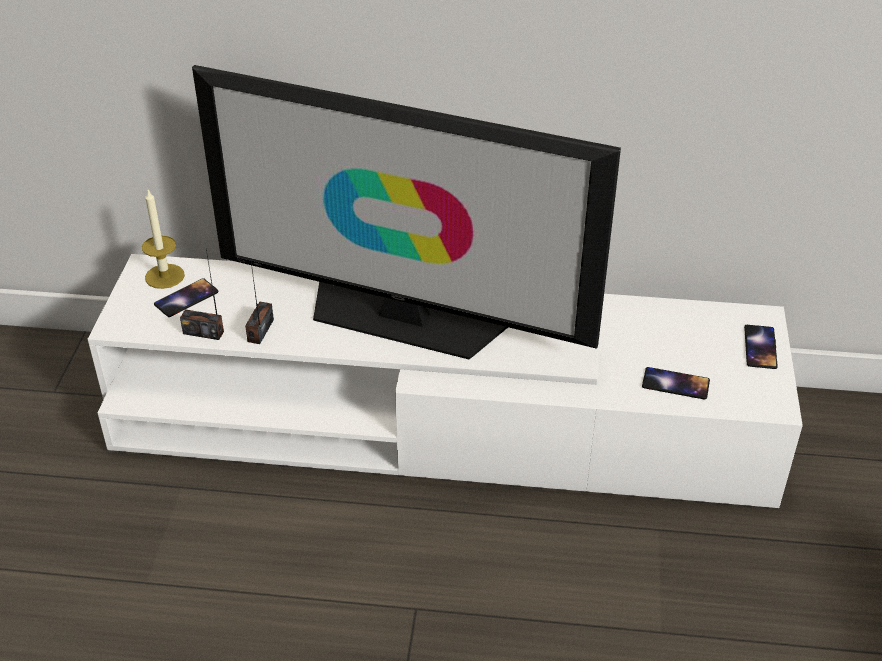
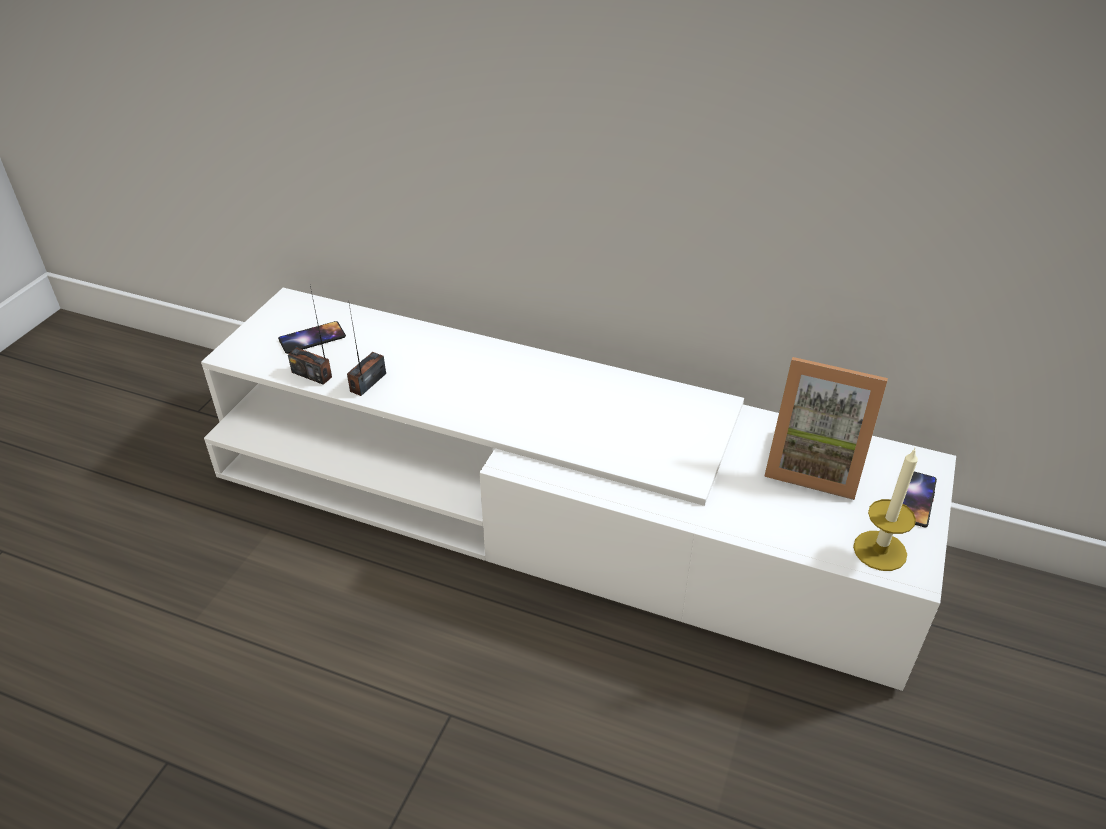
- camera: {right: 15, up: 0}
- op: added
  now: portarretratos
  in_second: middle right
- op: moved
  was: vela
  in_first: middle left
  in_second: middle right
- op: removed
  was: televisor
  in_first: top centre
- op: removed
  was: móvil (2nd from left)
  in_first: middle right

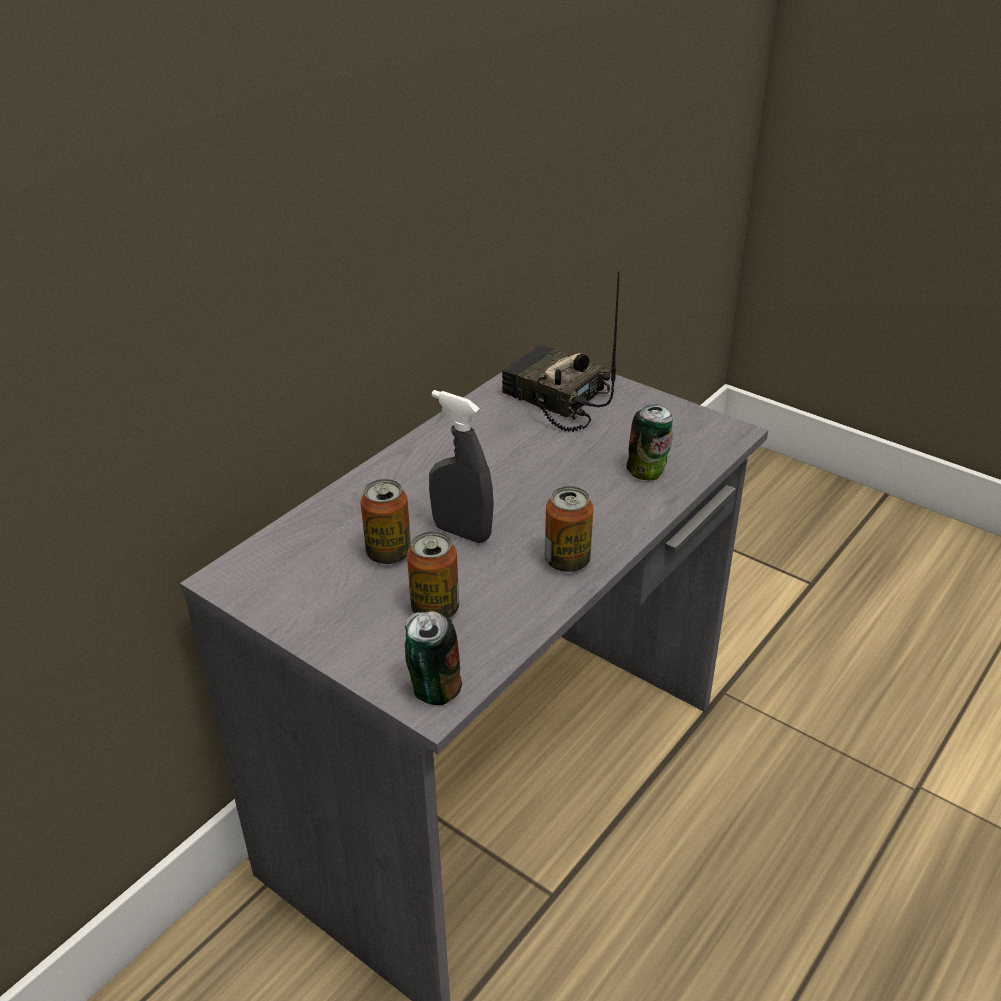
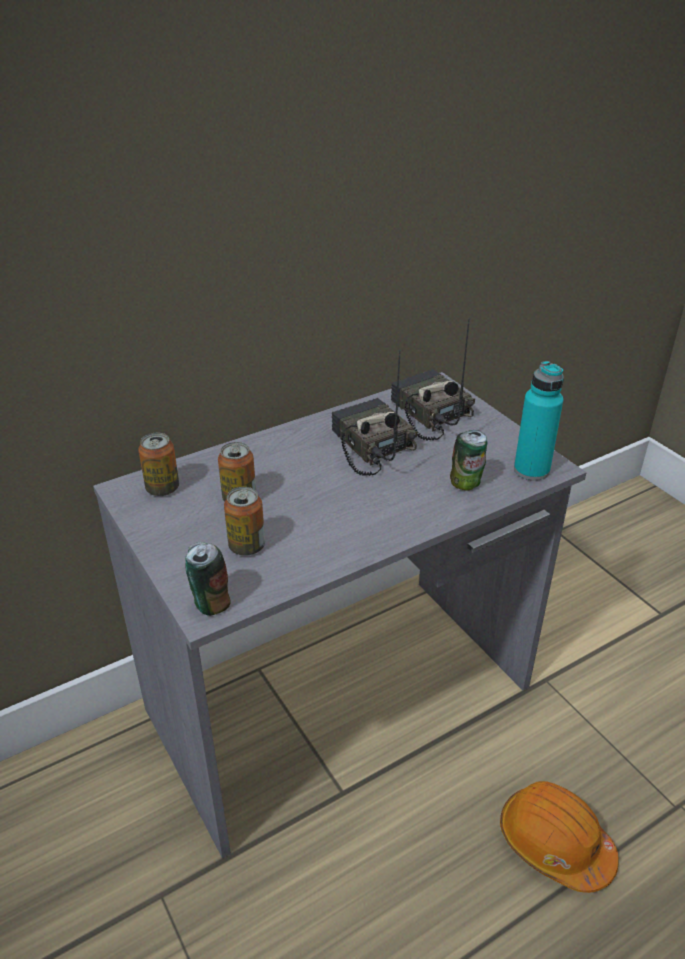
- camera: {right: 20, up: 0}
- op: moved
  was: lata (4th from left in the first image)
  now: lata (1st from left)
  in_first: centre
  in_second: middle left
- op: added
  now: radio (1st from left)
  in_second: centre
- op: added
  now: casco/naranja
  in_second: bottom right
- op: added
  now: botella/turquesa
  in_second: middle right
- op: removed
  was: pulverizador/gris
  in_first: centre

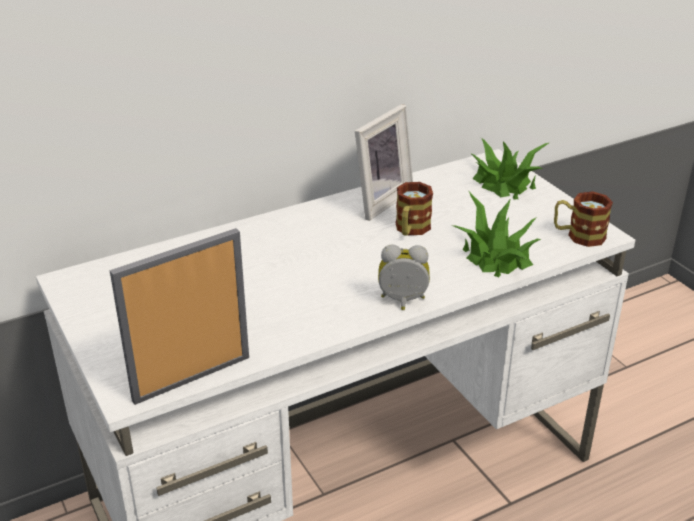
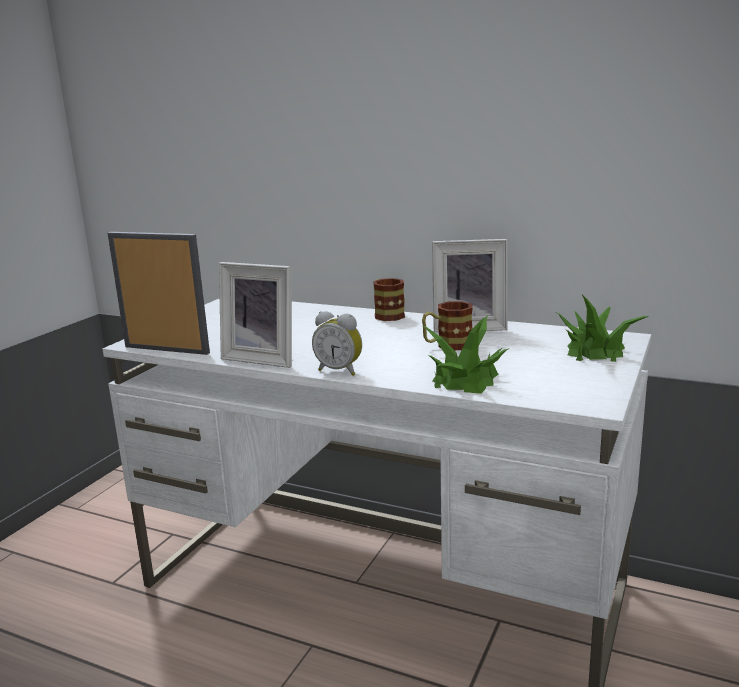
- camera: {right: 55, up: -15}
- op: added
  now: portarretratos (2nd from left)
  in_second: centre
- op: turned
  was: despertador
  in_first: centre
  in_second: centre
  clockwise: 150
- op: moved
  was: taza grande (2nd from left in the first image)
  now: taza grande (1st from left)
  in_first: middle right
  in_second: centre

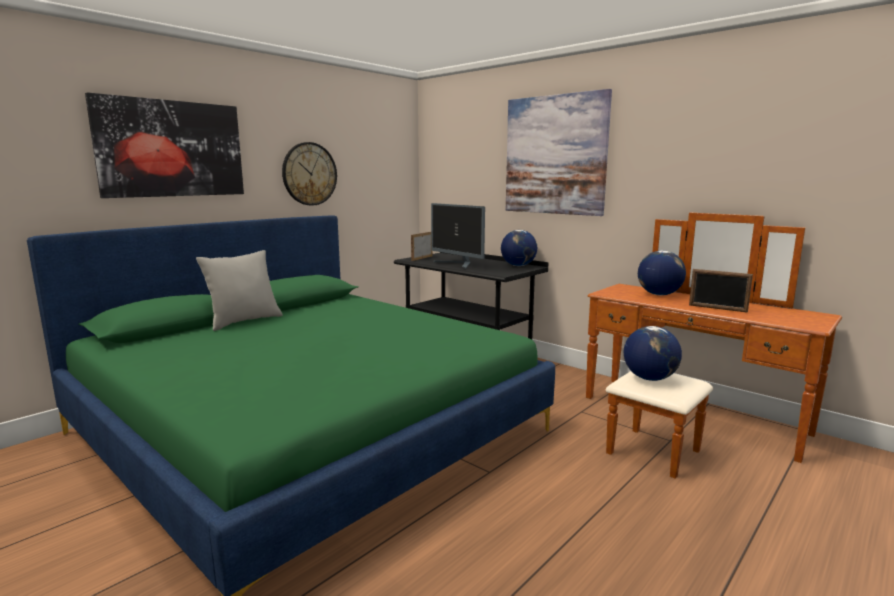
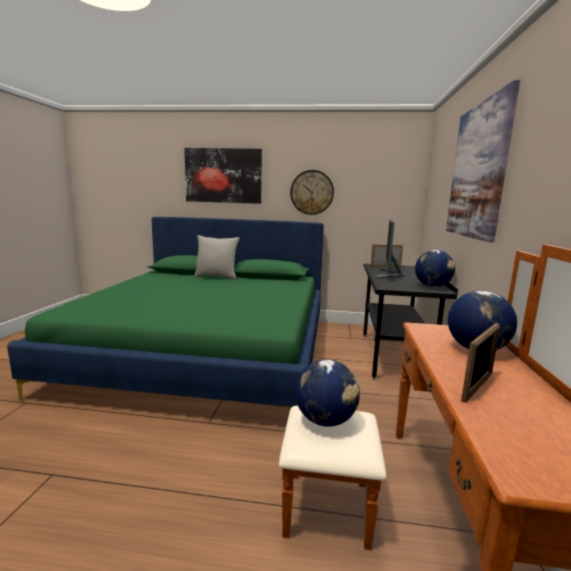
- camera: {right: 55, up: 0}
- op: turned
  was: portarretratos (2nd from left)
  in_first: middle right
  in_second: middle right
  clockwise: -135

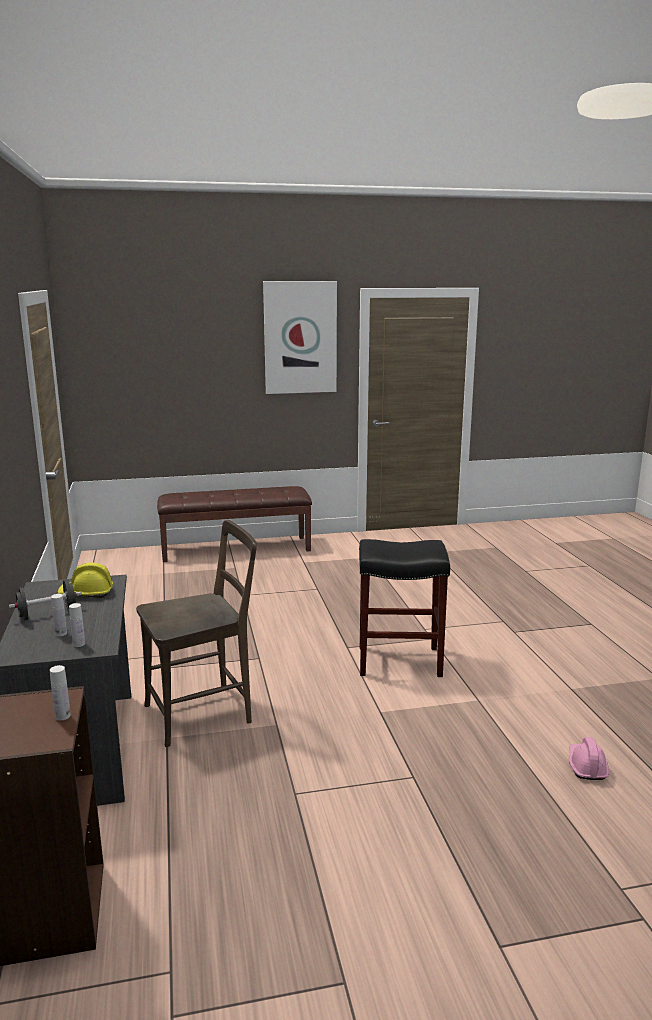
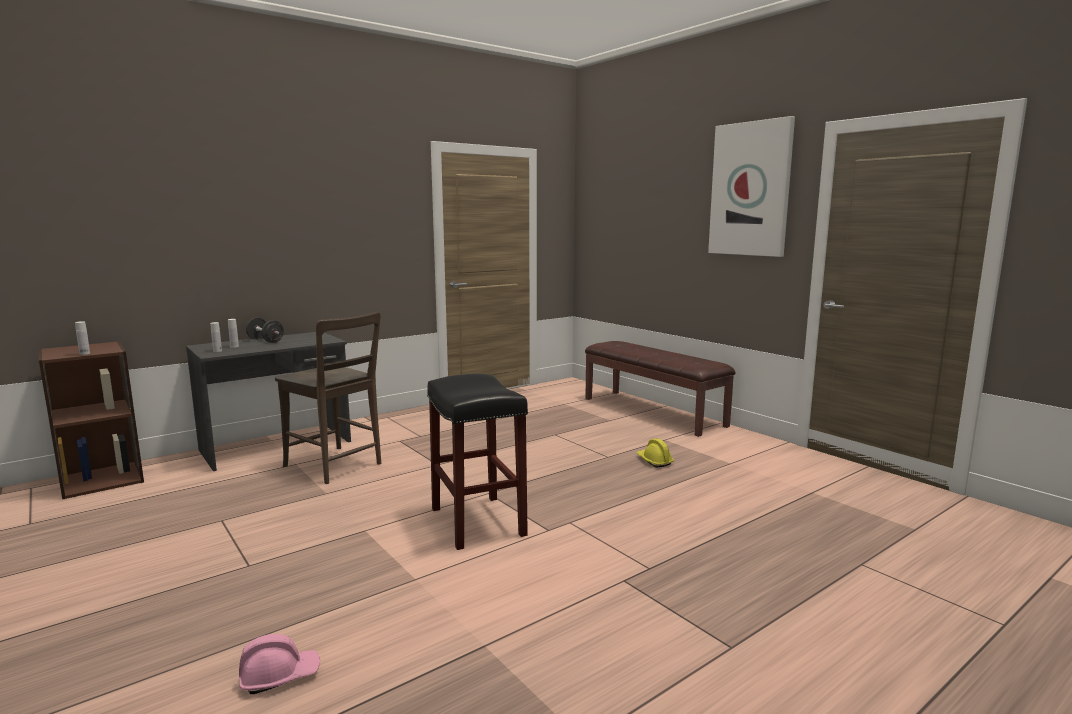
- camera: {right: 65, up: -5}
- op: moved
  was: casco/amarillo
  in_first: middle left
  in_second: centre

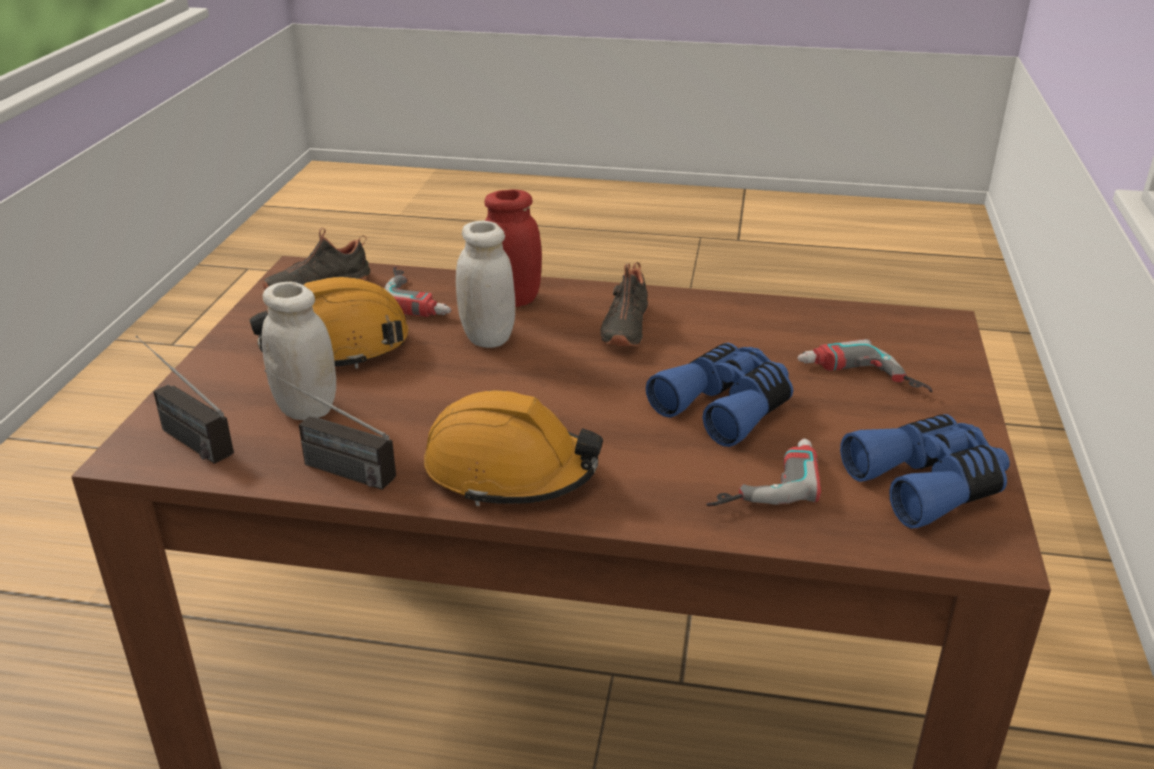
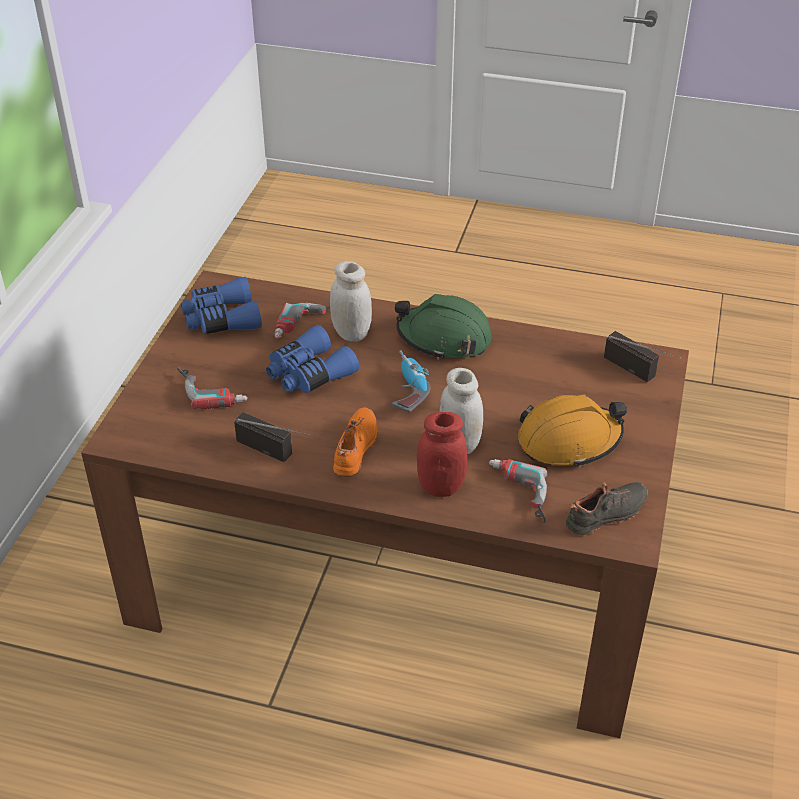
- camera: {right: -175, up: 10}
- op: moved
  was: radio (2nd from left in the first image)
  now: radio (1st from left)
  in_first: middle left
  in_second: centre
- op: moved
  was: tarro/blanco (1st from left)
  in_first: middle left
  in_second: centre
- op: recoloured
  was: zapato/negro (2nd from left)
  now: zapato/naranja
  in_first: centre
  in_second: centre
- op: added
  now: taladro (3rd from left)
  in_second: centre
- op: recoloured
  was: casco/naranja (2nd from left)
  now: casco/verde
  in_first: centre
  in_second: centre

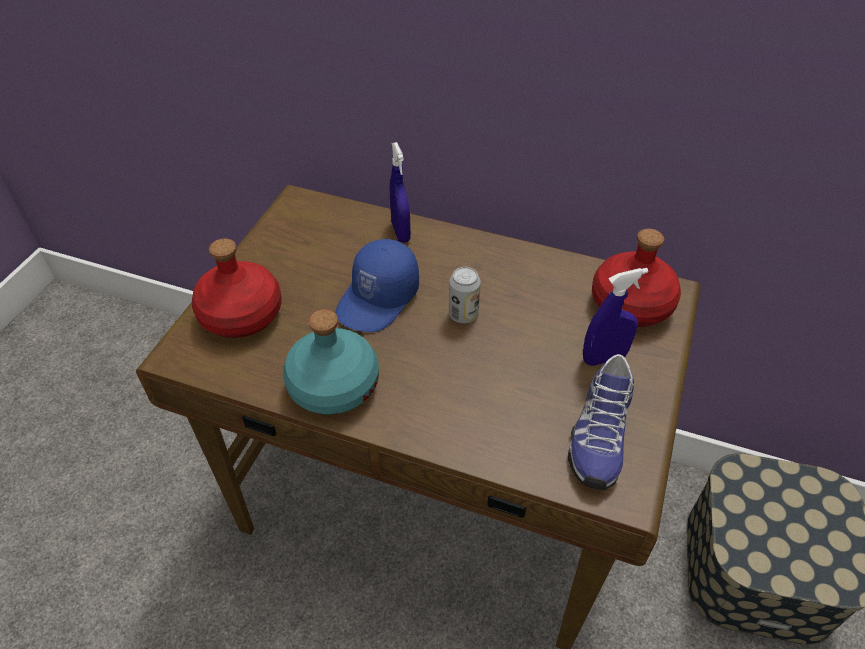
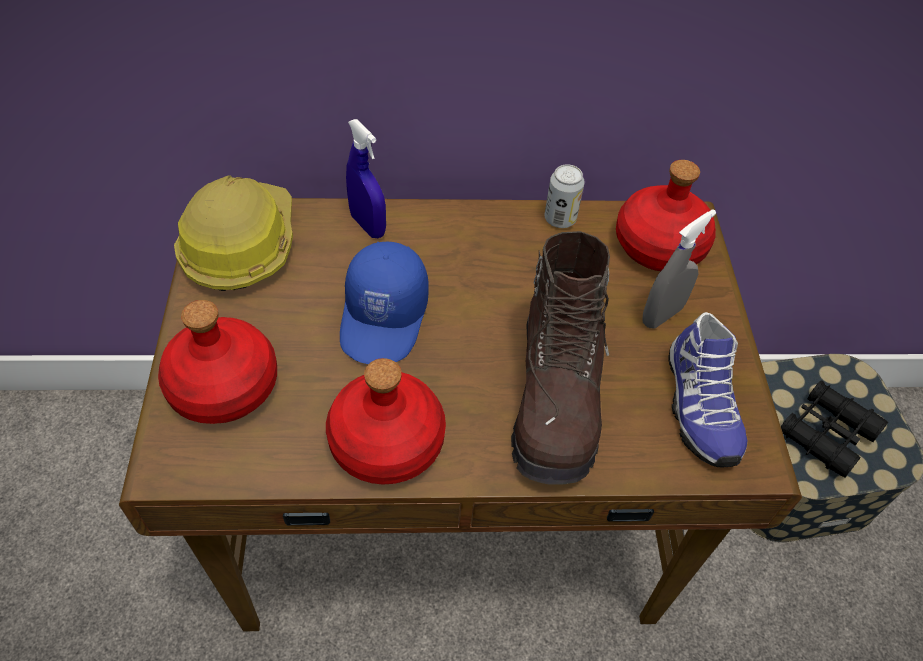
- camera: {right: -25, up: 5}
- op: added
  now: casco
  in_second: middle left
- op: recoloured
  was: botella/turquesa
  now: botella/rojo (2nd from left)
  in_first: centre
  in_second: centre
- op: added
  now: bota/marrón
  in_second: centre
- op: moved
  was: lata
  in_first: centre
  in_second: top centre
- op: recoloured
  was: pulverizador/azul (2nd from left)
  now: pulverizador/gris
  in_first: middle right
  in_second: middle right
- op: added
  now: prismáticos/negro
  in_second: middle right

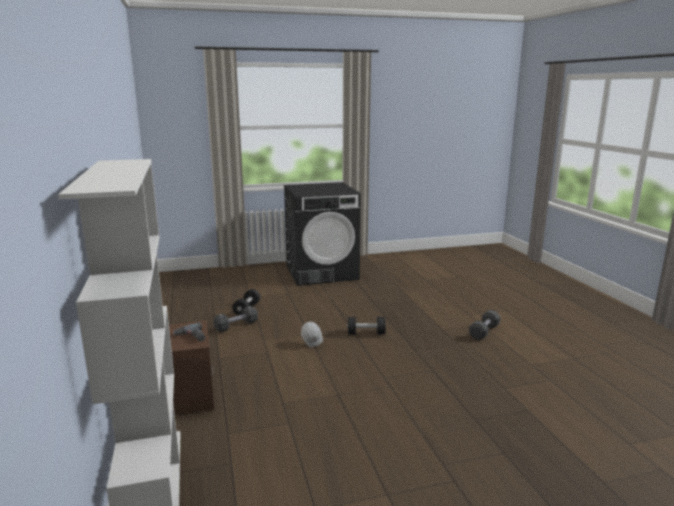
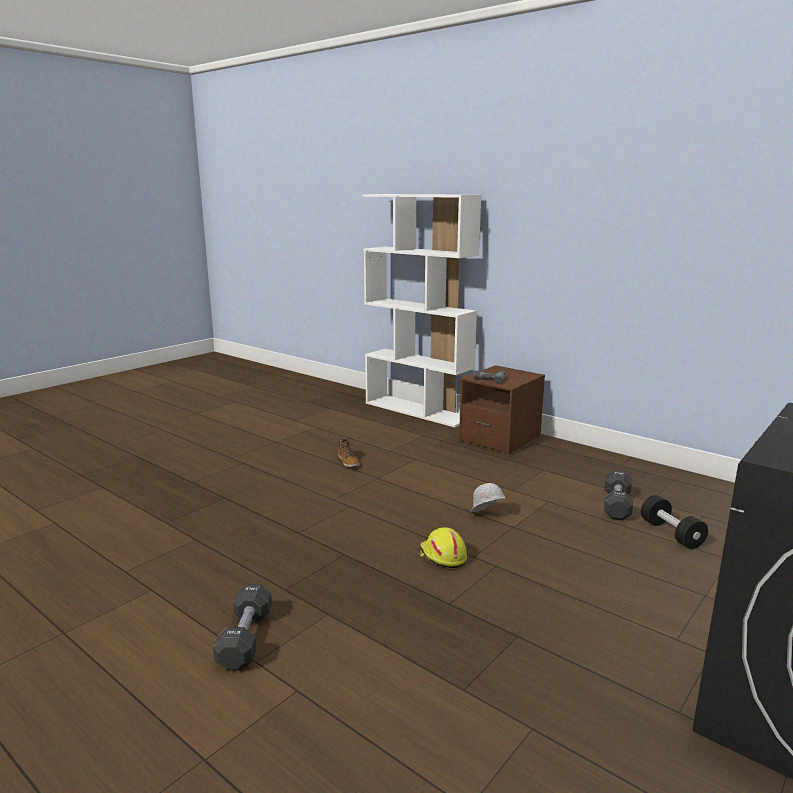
- camera: {right: 145, up: 0}
- op: added
  now: bota
  in_second: centre
- op: replaced
  was: mancuerna/negro (3rd from left)
  now: casco/amarillo
  in_first: centre
  in_second: bottom centre

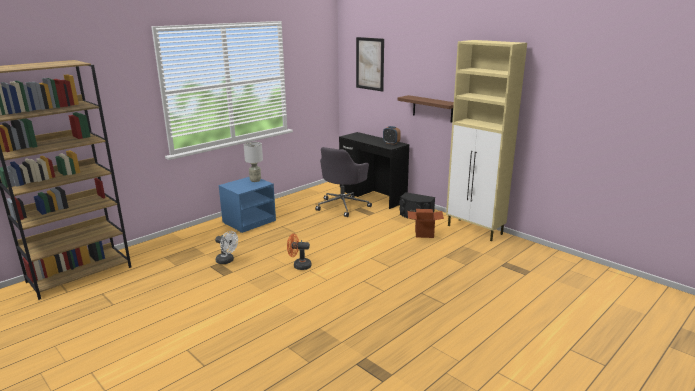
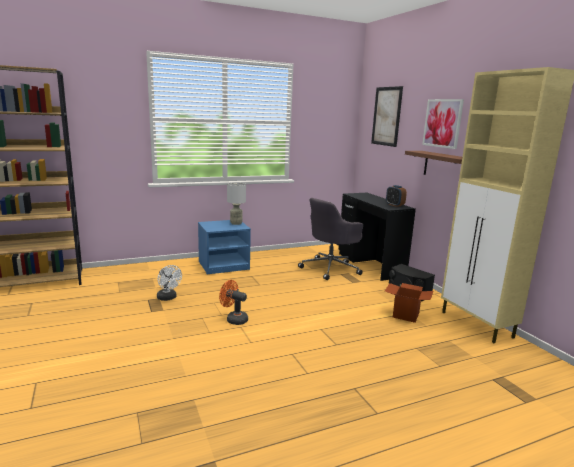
- camera: {right: 20, up: -5}
- op: added
  now: cuadro (2nd from left)
  in_second: top right

